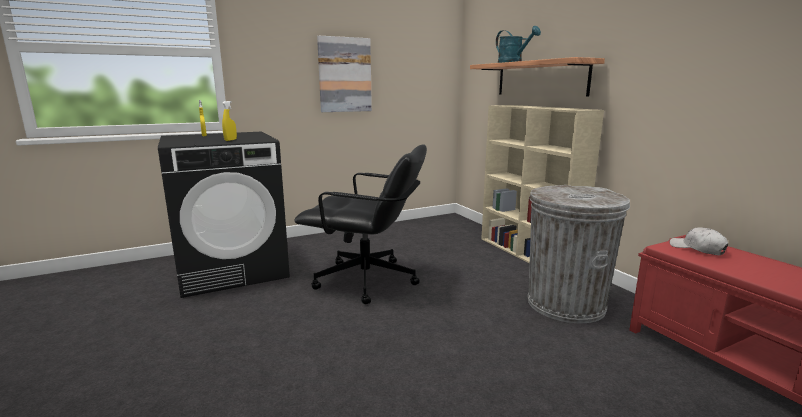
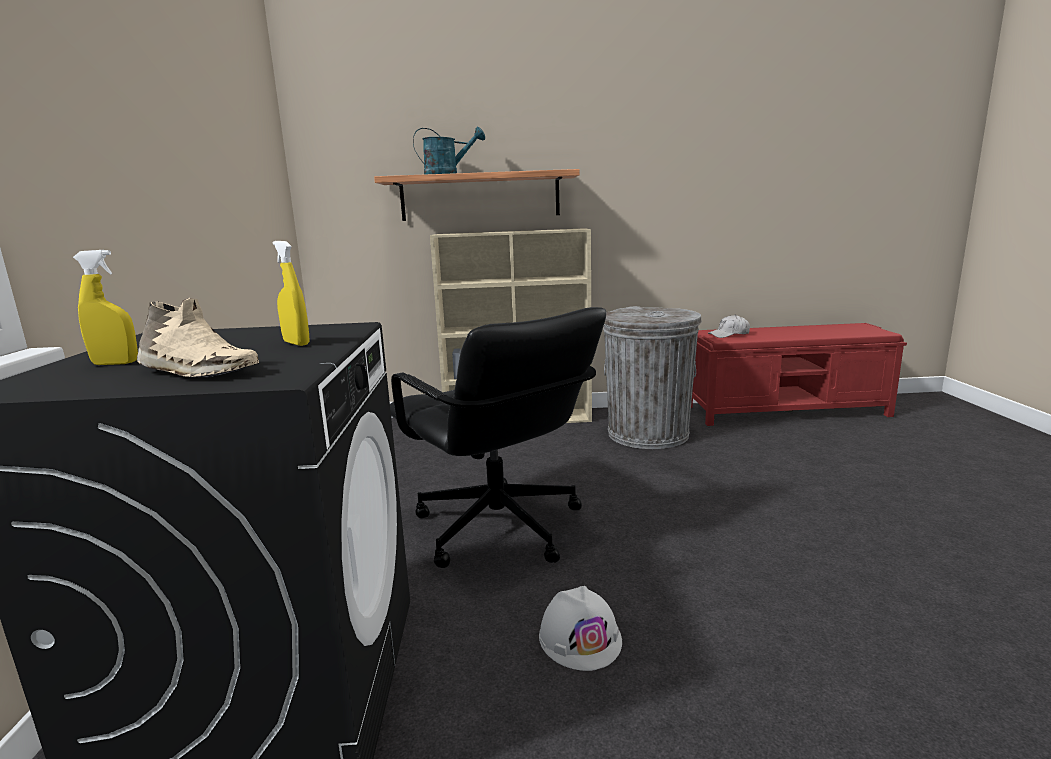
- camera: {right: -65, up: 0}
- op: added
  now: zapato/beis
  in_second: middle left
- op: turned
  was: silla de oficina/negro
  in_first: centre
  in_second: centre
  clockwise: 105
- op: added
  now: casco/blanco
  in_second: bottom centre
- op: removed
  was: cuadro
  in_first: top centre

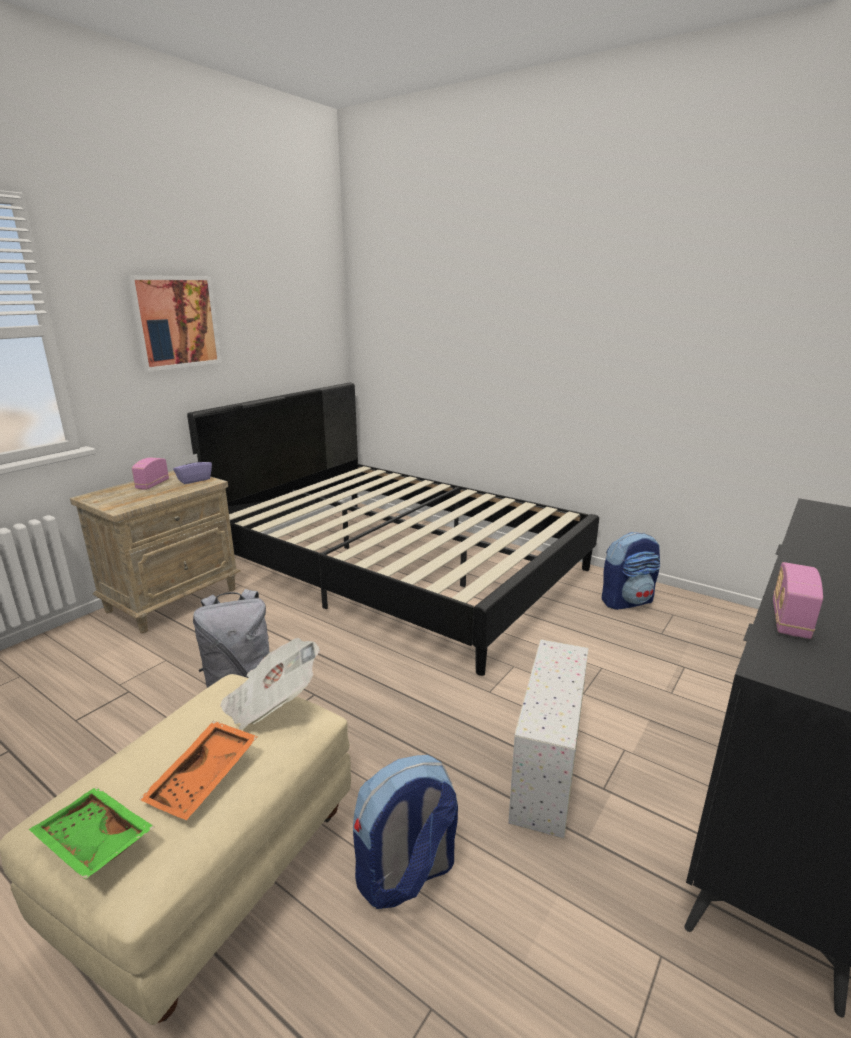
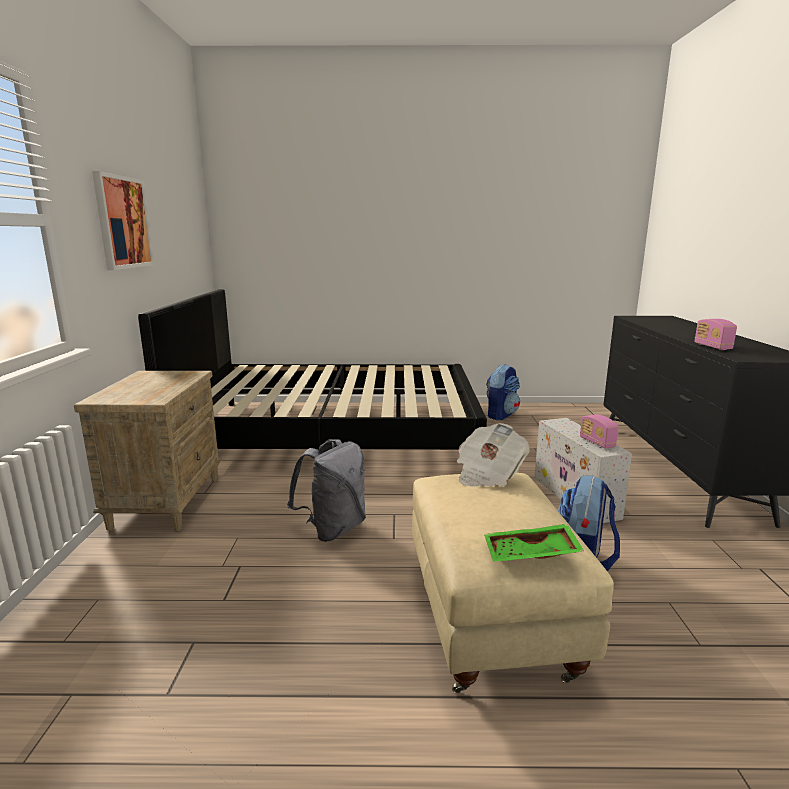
- camera: {right: -35, up: -5}
- op: moved
  was: radio (1st from left)
  in_first: middle left
  in_second: middle right
- op: removed
  was: bandeja/naranja
  in_first: bottom left
- op: removed
  was: caja de pañuelos/morado
  in_first: middle left

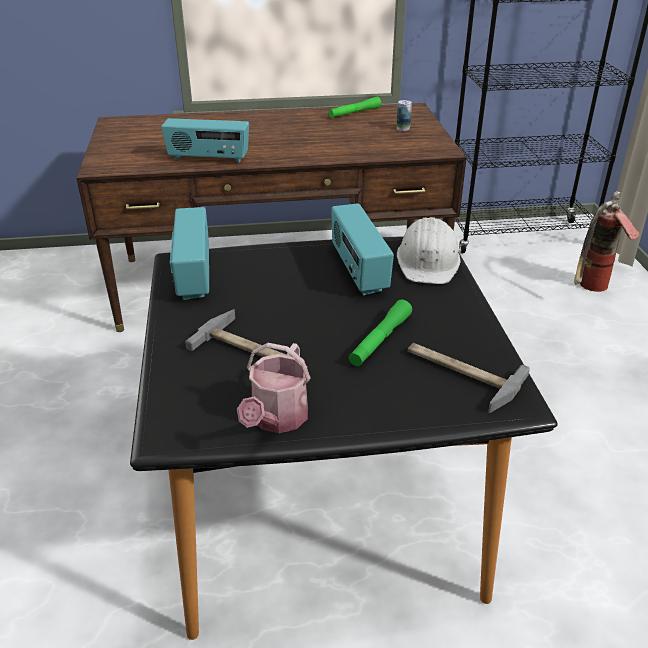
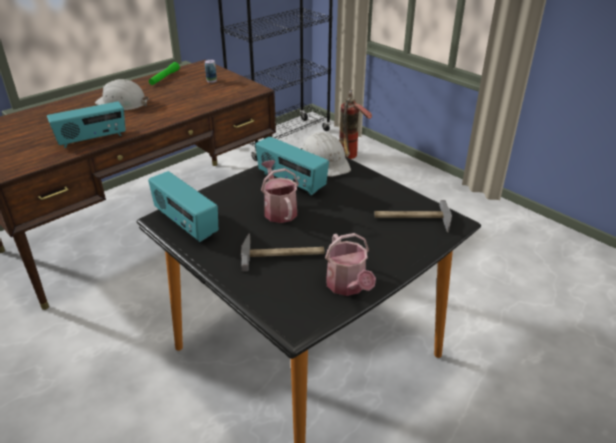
- camera: {right: -35, up: 0}
- op: added
  now: casco/blanco (1st from left)
  in_second: top left
- op: added
  now: regadera (1st from left)
  in_second: centre
- op: removed
  was: linterna/verde (2nd from left)
  in_first: centre

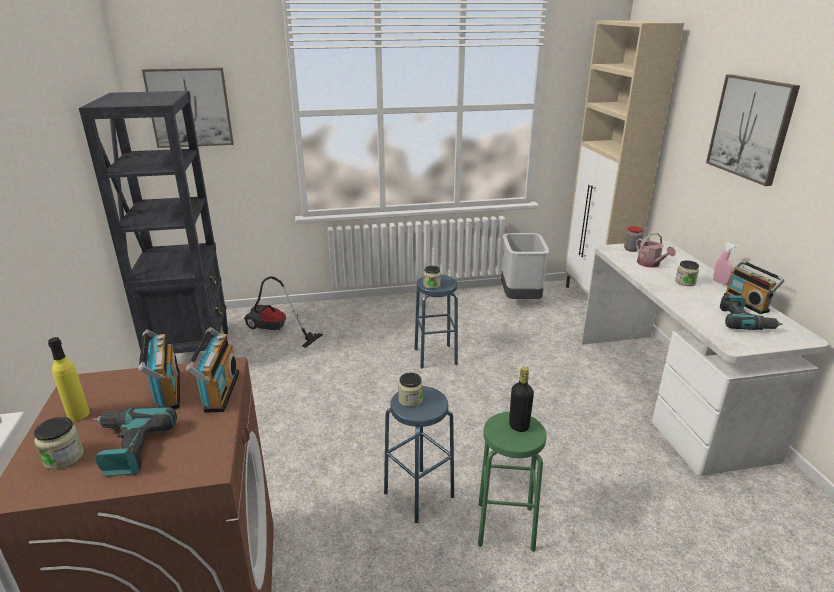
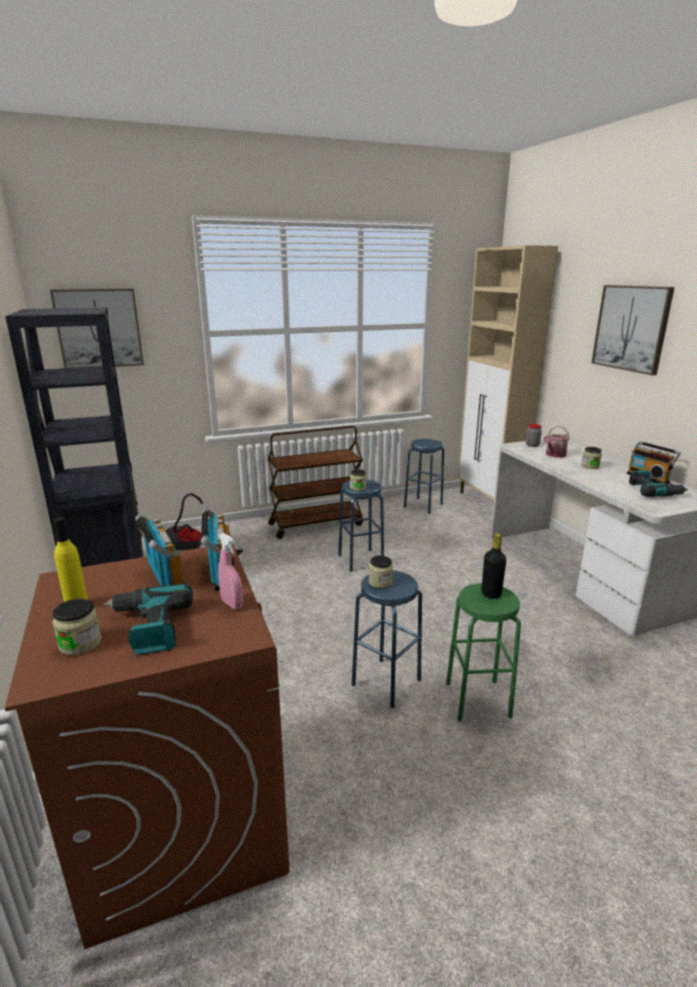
- camera: {right: -10, up: -5}
- op: moved
  was: pulverizador/rosa
  in_first: middle right
  in_second: middle left
- op: added
  now: carrito/marrón
  in_second: centre
- op: replaced
  was: papelera/gris
  now: taburete/azul (3rd from left)
  in_first: centre
  in_second: centre
- op: turned
  was: regadera
  in_first: middle right
  in_second: middle right
  clockwise: 75

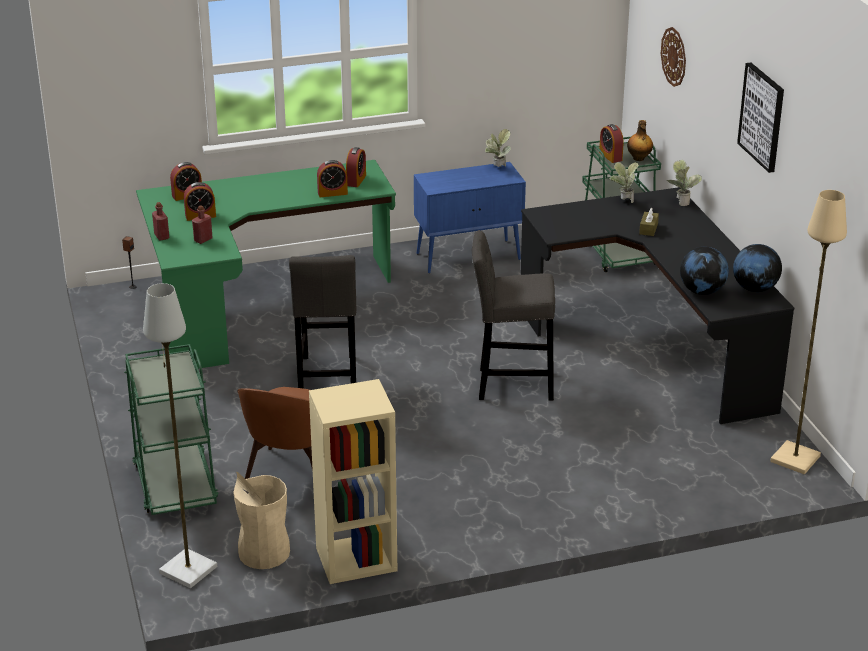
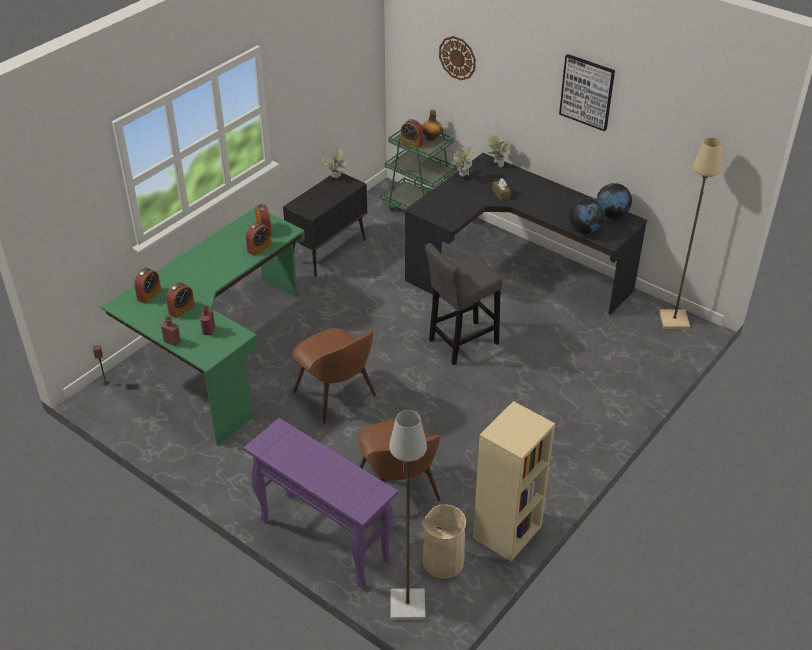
- camera: {right: -35, up: 10}
- op: replaced
  was: carrito/verde (1st from left)
  now: mesa consola/morado
  in_first: middle left
  in_second: bottom centre
- op: recoloured
  was: armario/azul
  now: armario/negro
  in_first: centre
  in_second: centre
- op: replaced
  was: taburete/gris (1st from left)
  now: silla/marrón (1st from left)
  in_first: centre
  in_second: centre

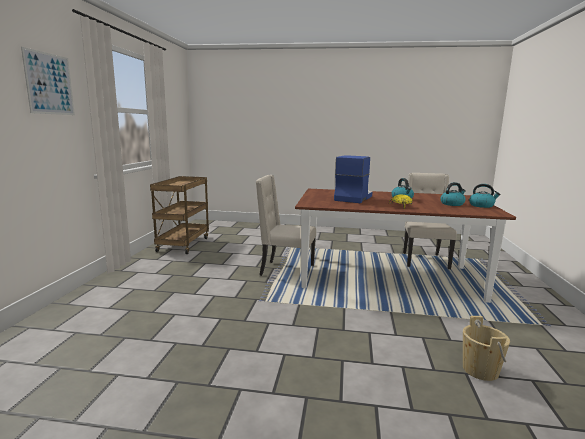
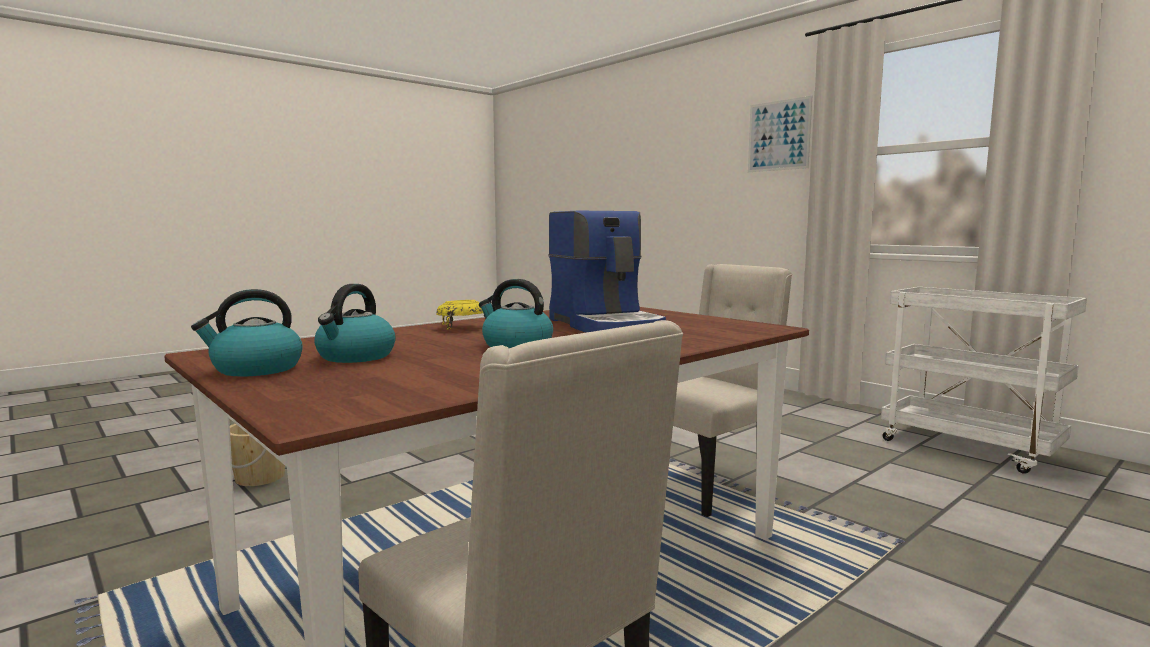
- camera: {right: 130, up: -5}
- op: recoloured
  was: carrito/marrón
  now: carrito/blanco
  in_first: middle left
  in_second: middle right

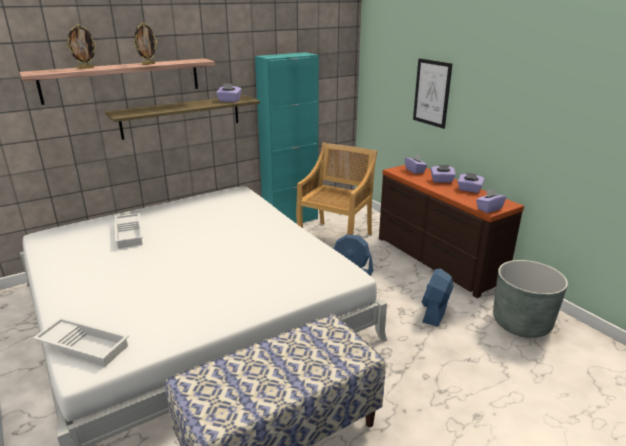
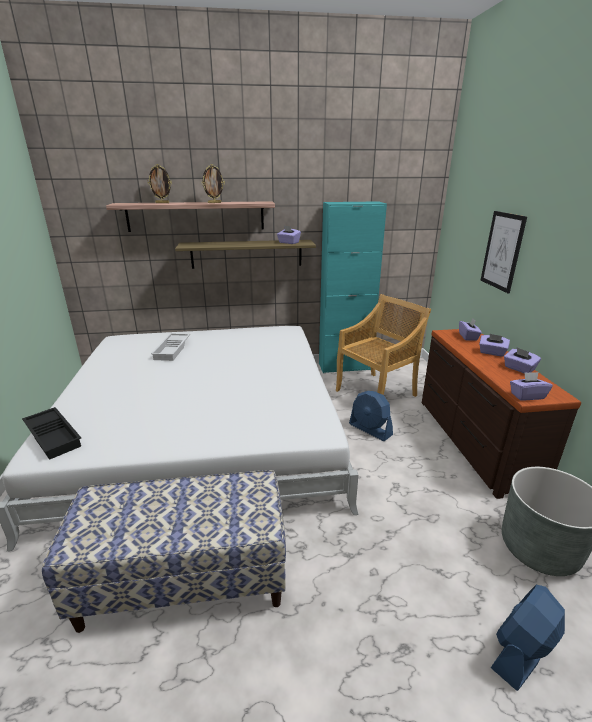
- camera: {right: 25, up: 0}
- op: recoloured
  was: bandeja/blanco (1st from left)
  now: bandeja/negro
  in_first: bottom left
  in_second: middle left
- op: moved
  was: ventilador/azul (2nd from left)
  in_first: middle right
  in_second: bottom right

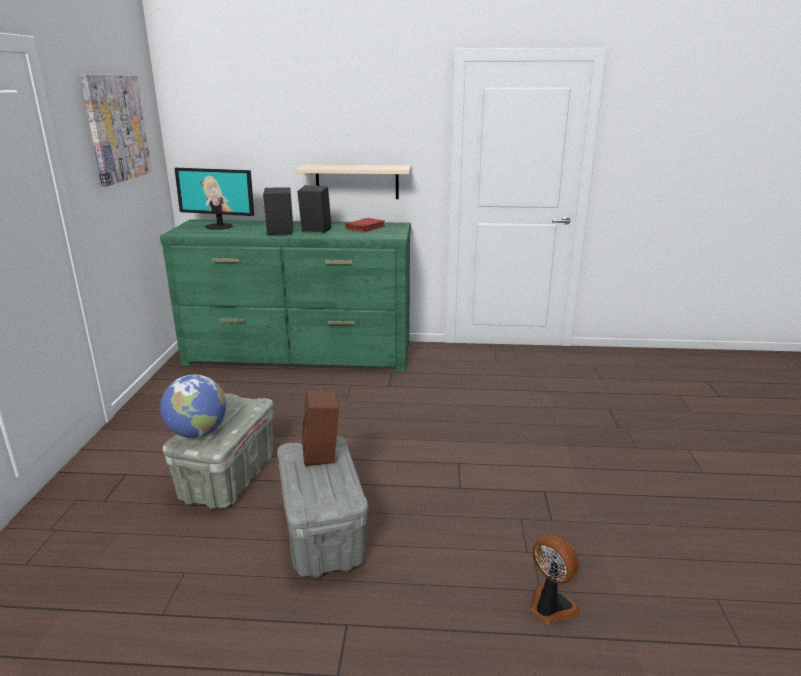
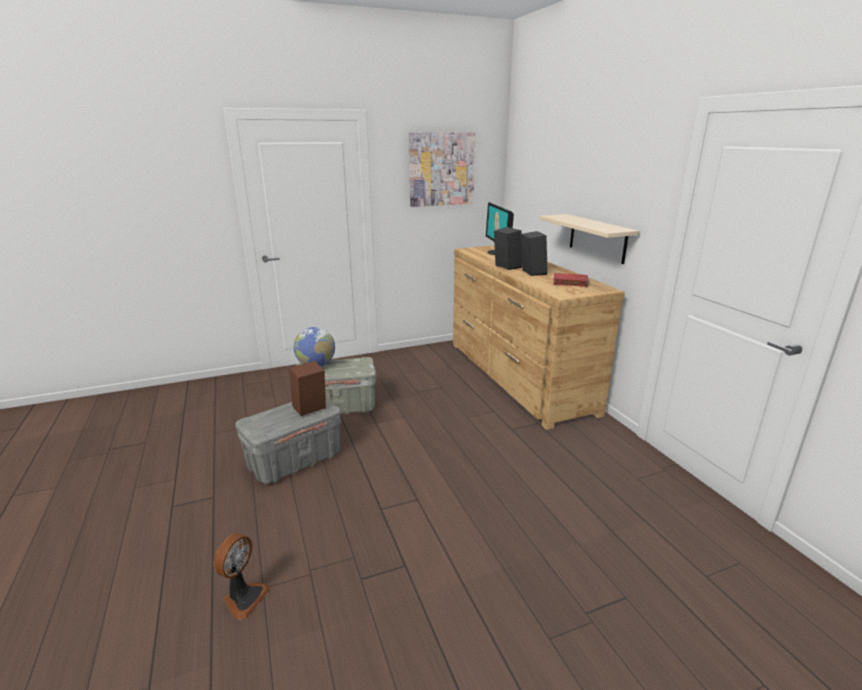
- camera: {right: 65, up: 0}
- op: recoloured
  was: cómoda/verde
  now: cómoda/marrón
  in_first: centre
  in_second: centre

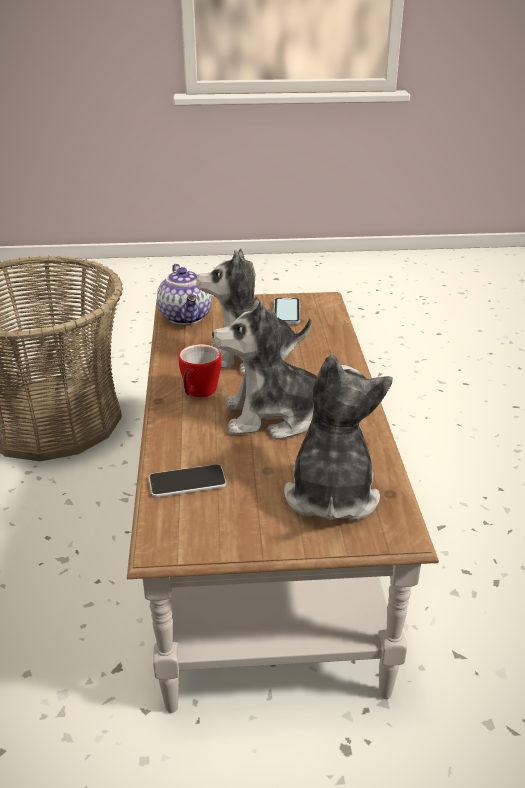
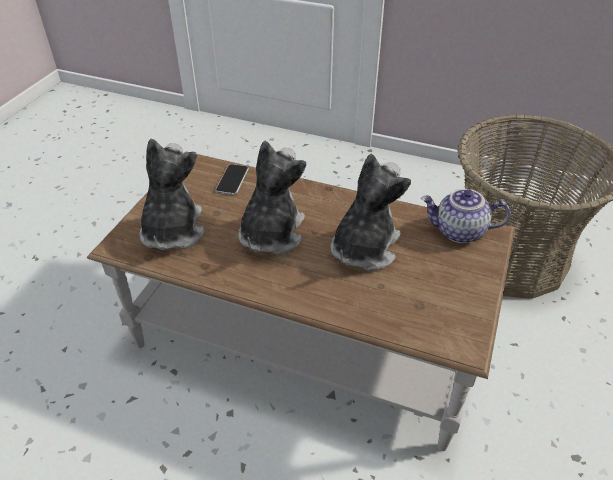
- camera: {right: 115, up: 10}
- op: turned
  was: peluche (3rd from left in the first image)
  in_first: centre
  in_second: middle left
  clockwise: -120
- op: removed
  was: taza grande
  in_first: centre
- op: removed
  was: móvil (2nd from left)
  in_first: centre

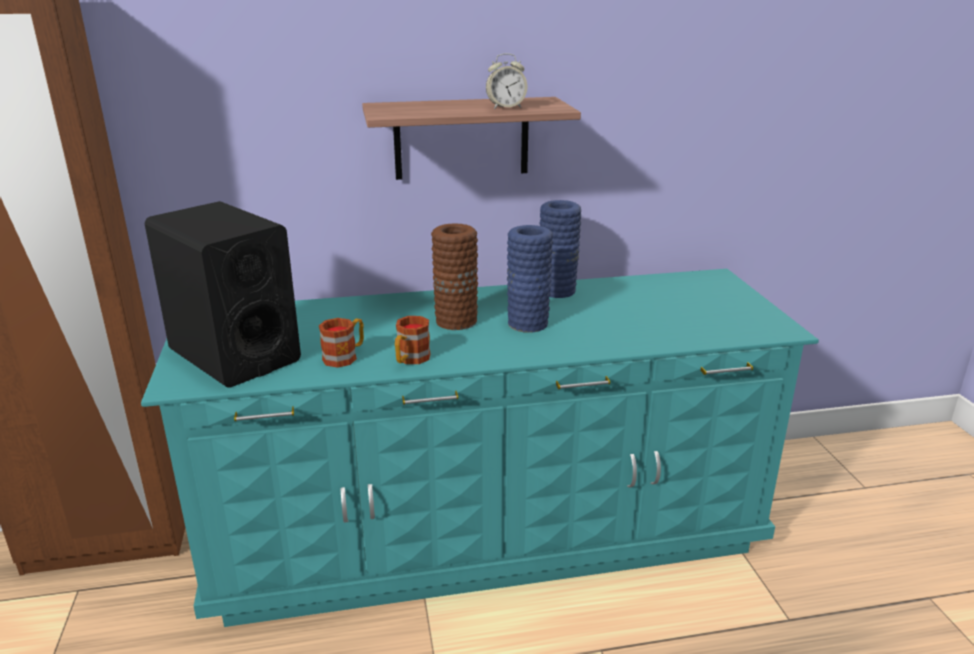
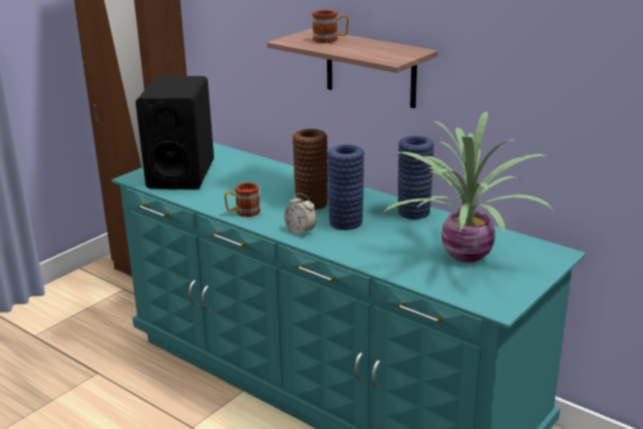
- camera: {right: 50, up: 0}
- op: moved
  was: despertador
  in_first: top centre
  in_second: centre
- op: moved
  was: taza grande (1st from left in the first image)
  now: taza grande (2nd from left)
  in_first: centre
  in_second: top centre
- op: added
  now: planta en maceta
  in_second: middle right

